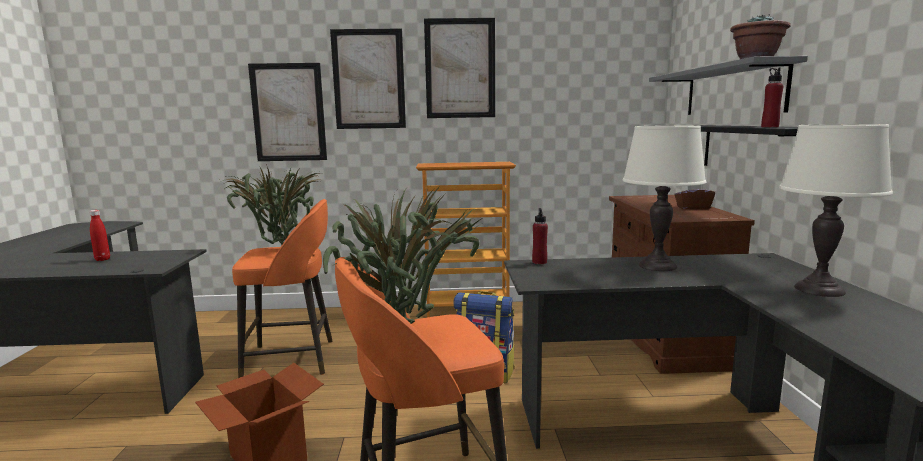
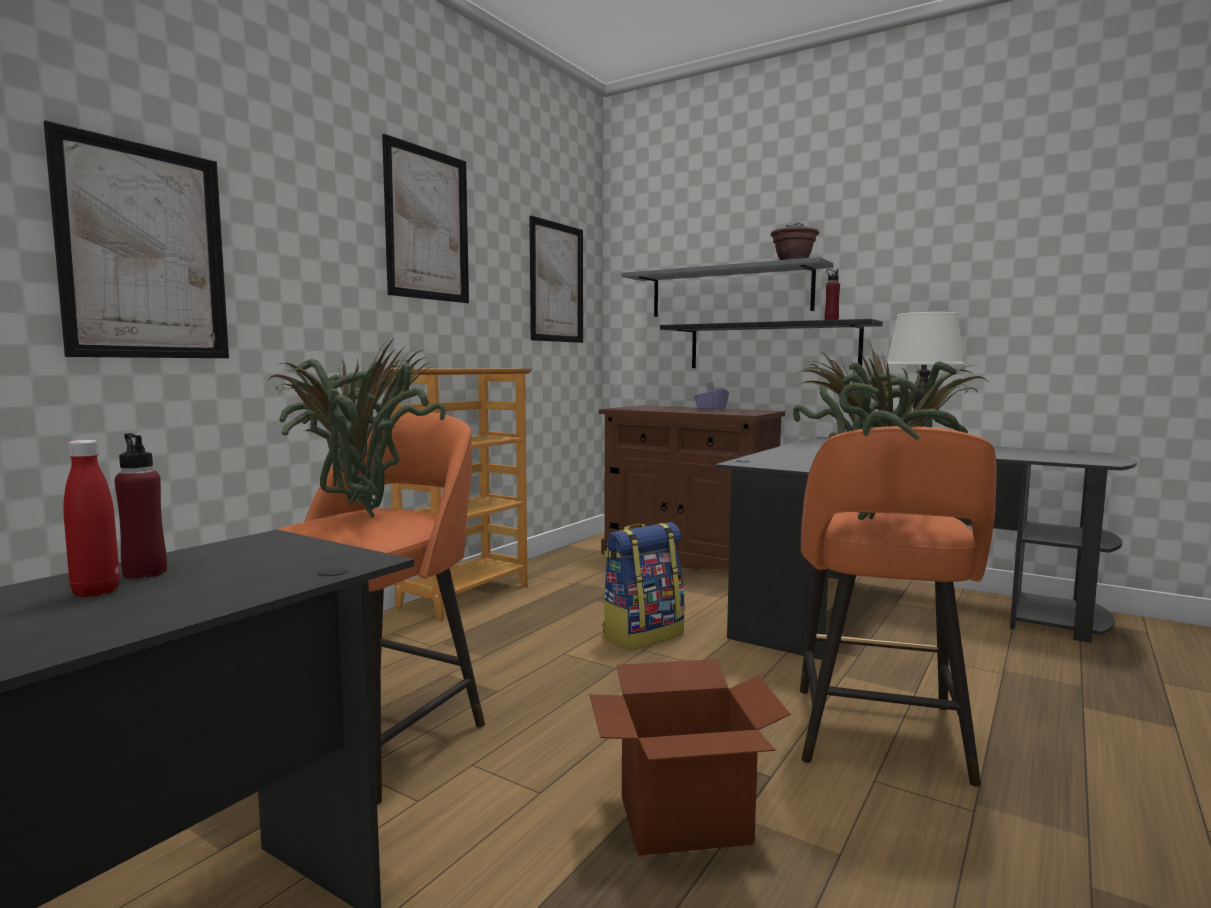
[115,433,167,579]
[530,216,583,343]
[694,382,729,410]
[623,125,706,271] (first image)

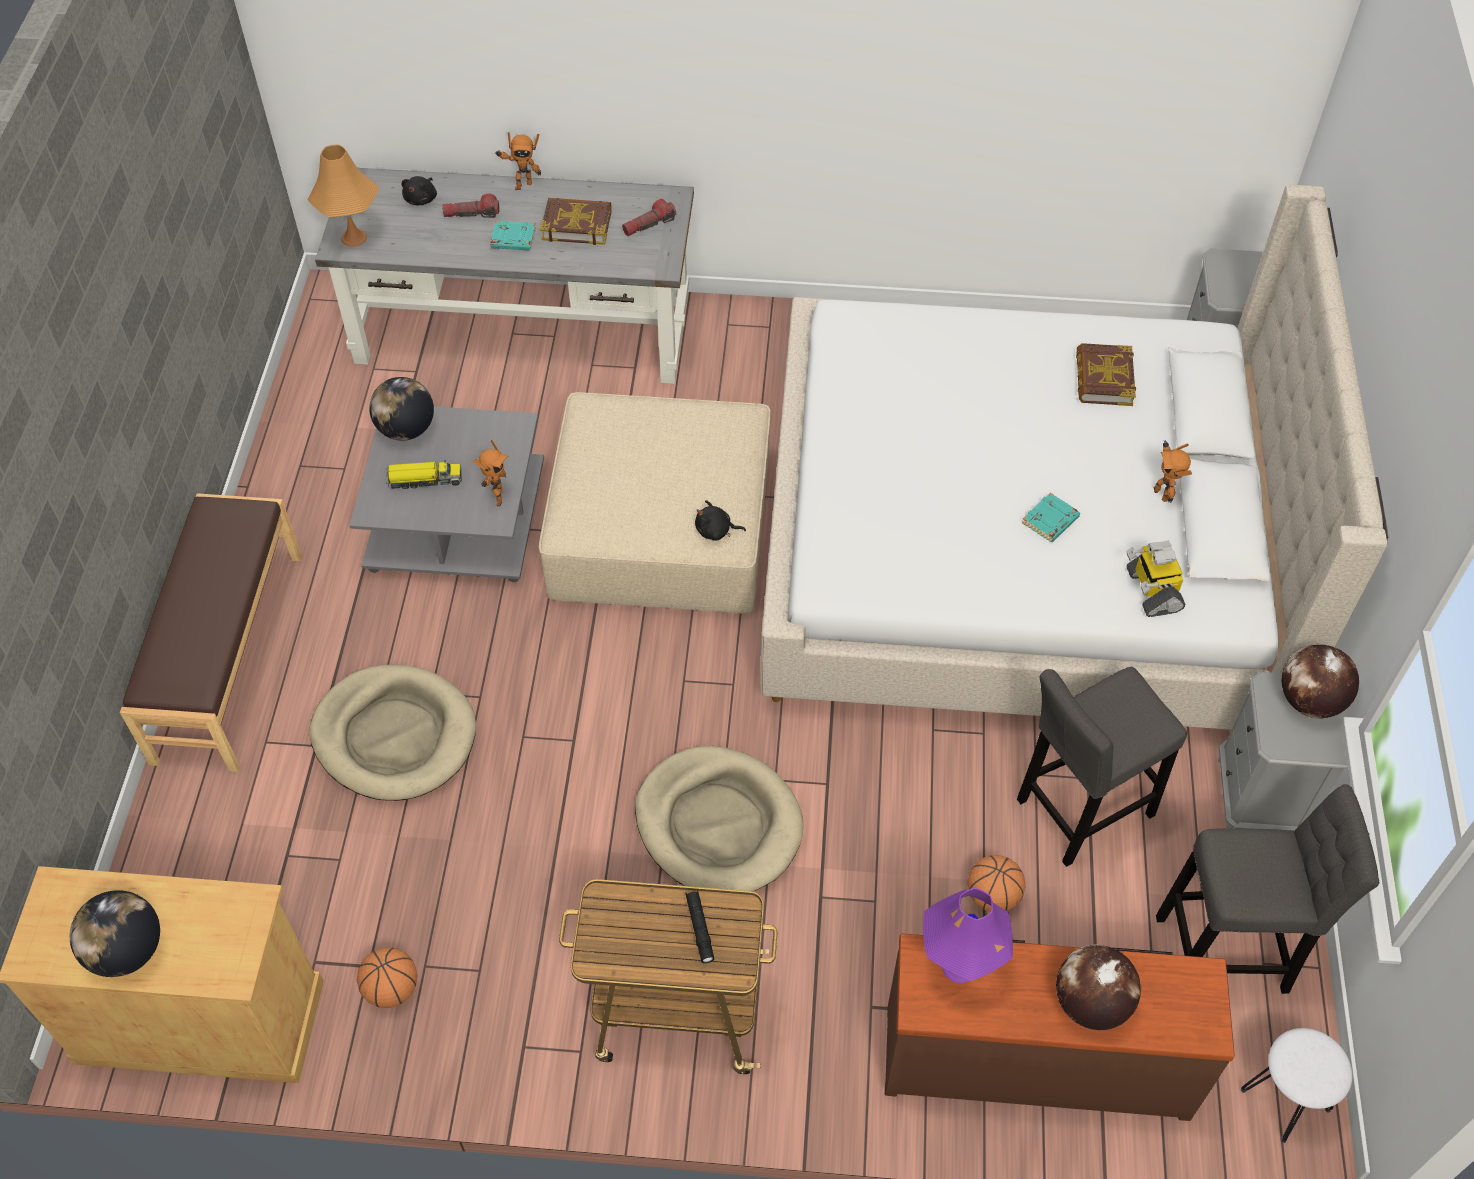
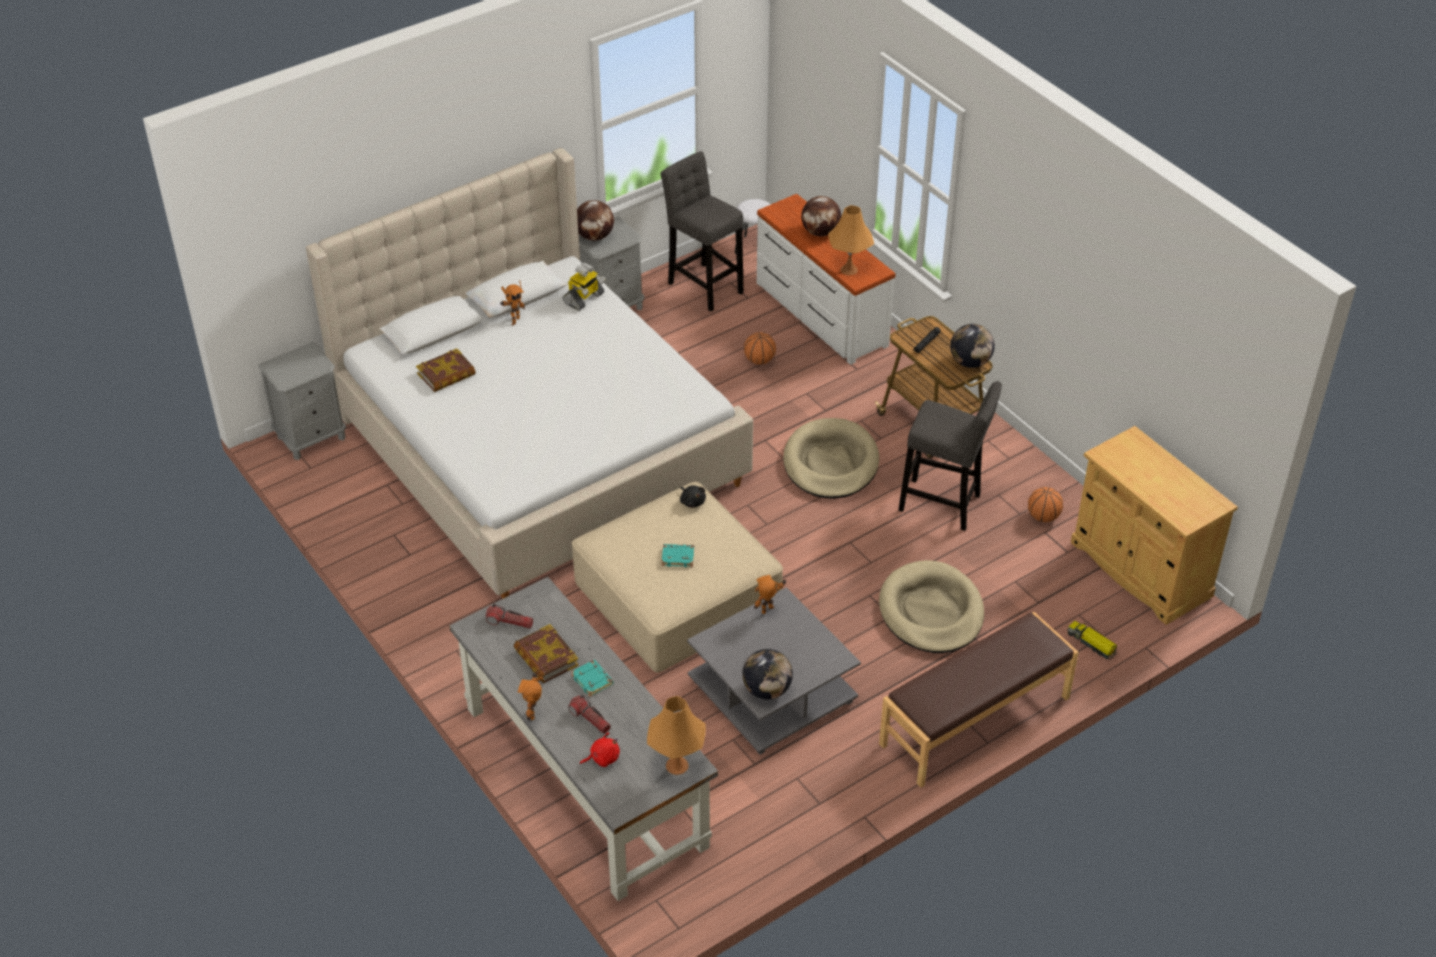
[518,672,544,721]
[580,733,620,767]
[661,544,694,567]
[757,194,896,365]
[828,205,874,275]
[898,381,1002,531]
[950,324,995,368]
[1067,621,1118,660]

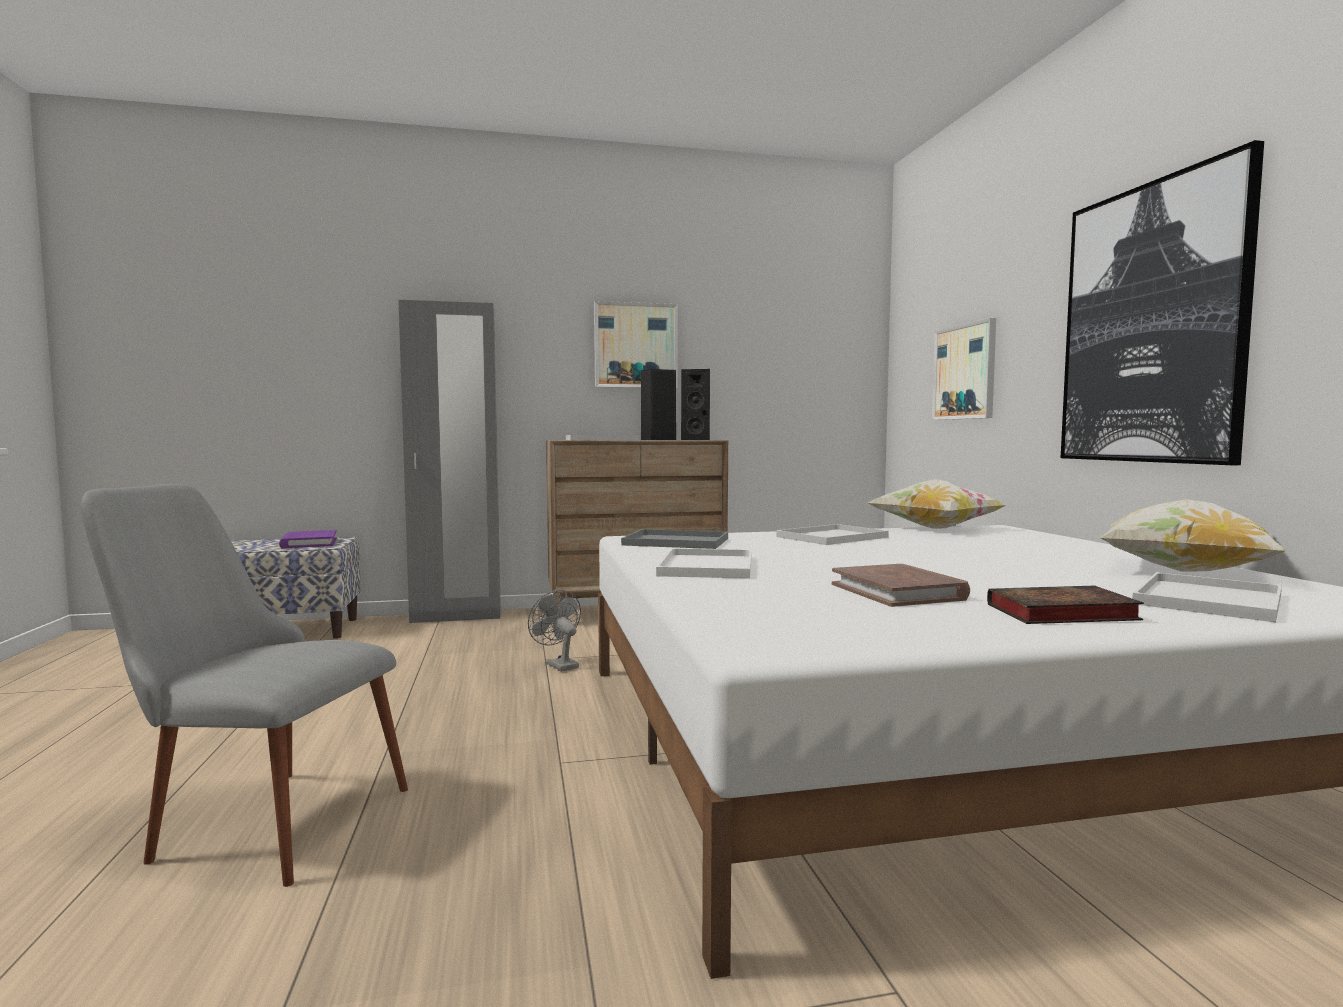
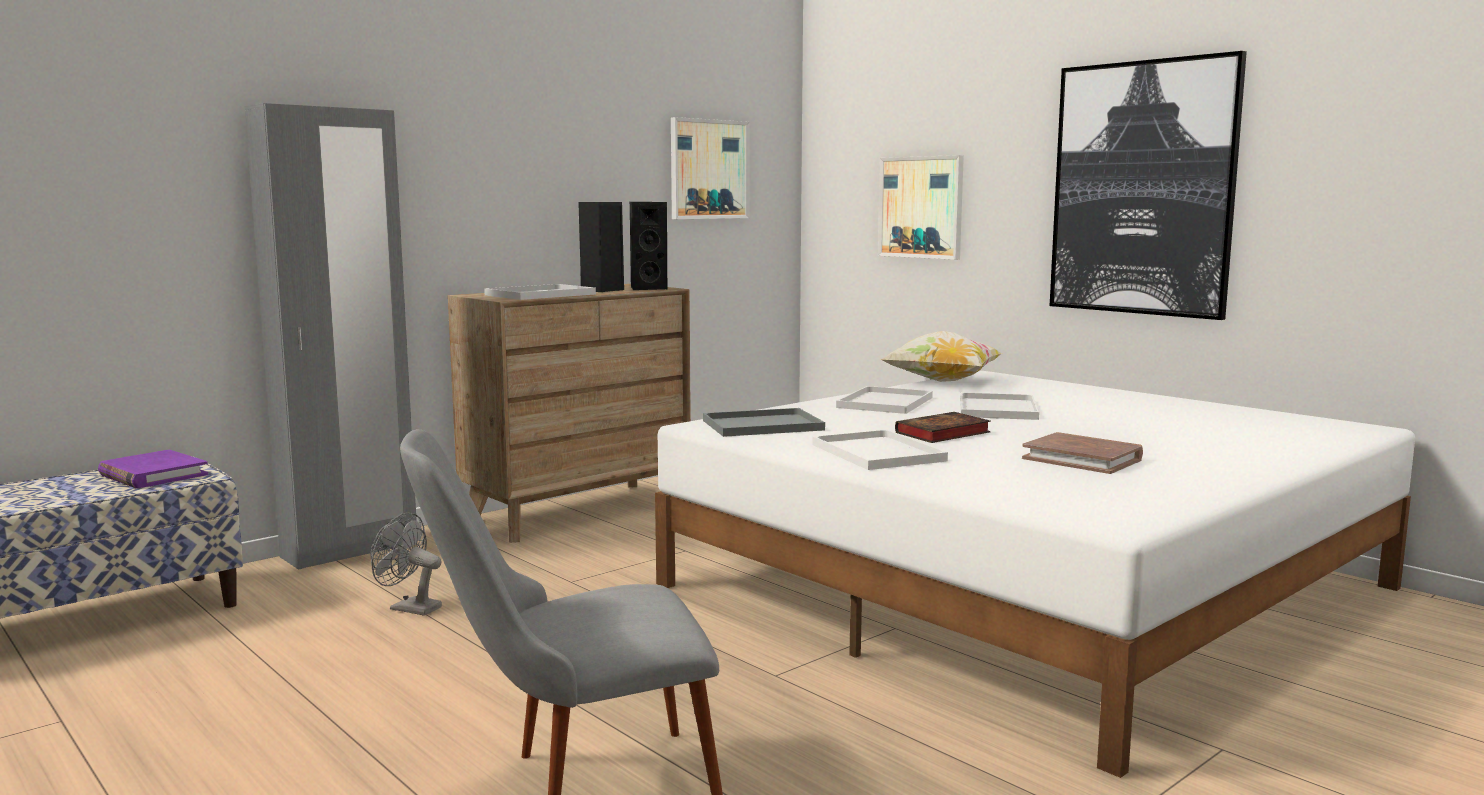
[370,512,442,616]
[671,117,750,219]
[895,412,991,443]
[961,392,1039,420]
[1098,499,1287,572] (first image)

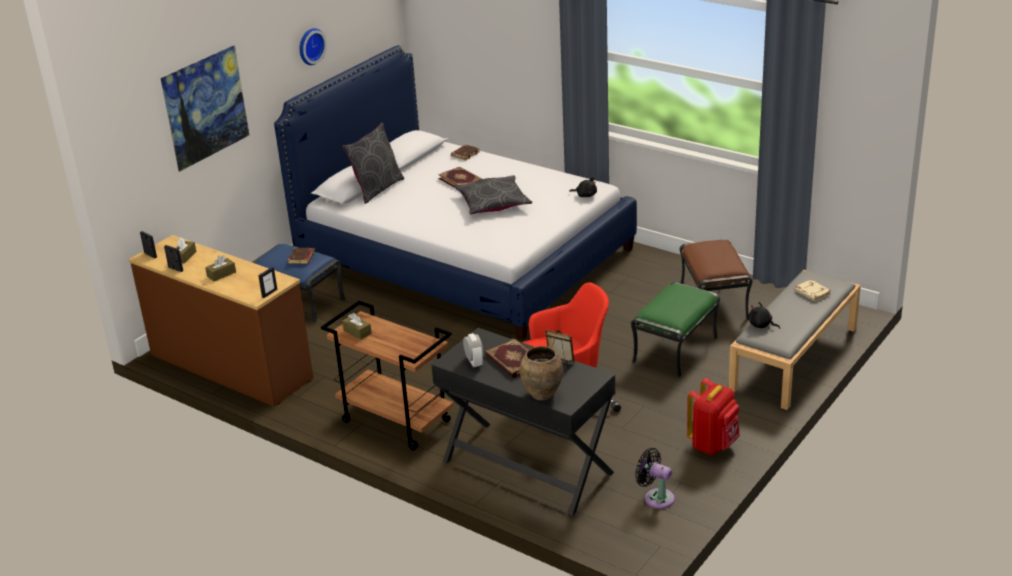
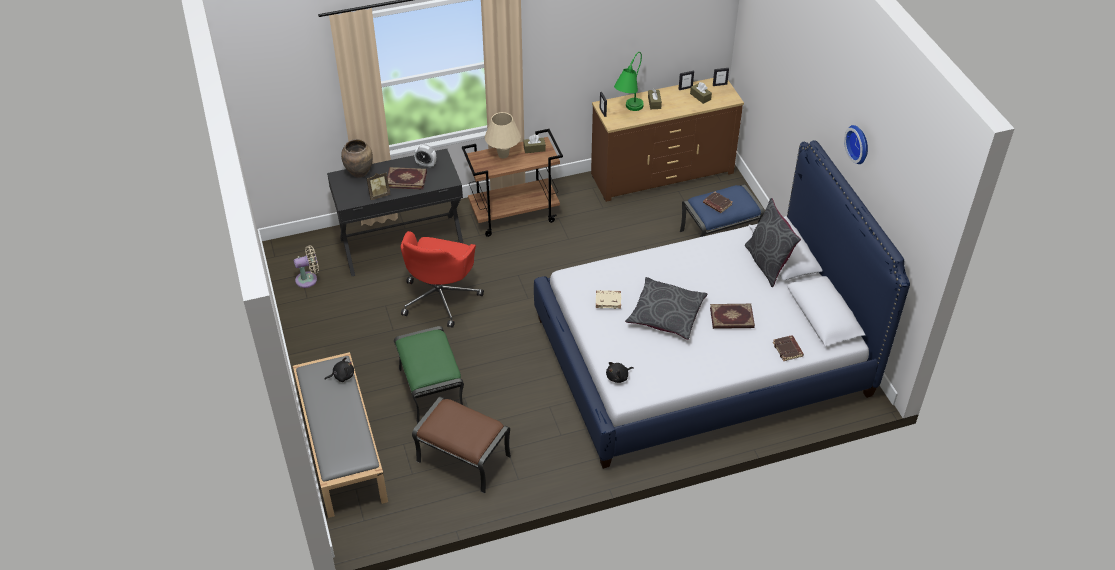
[294,246,319,288]
[485,112,521,158]
[596,290,621,309]
[614,52,644,111]
[160,45,249,172] (first image)
[687,378,740,455] (first image)

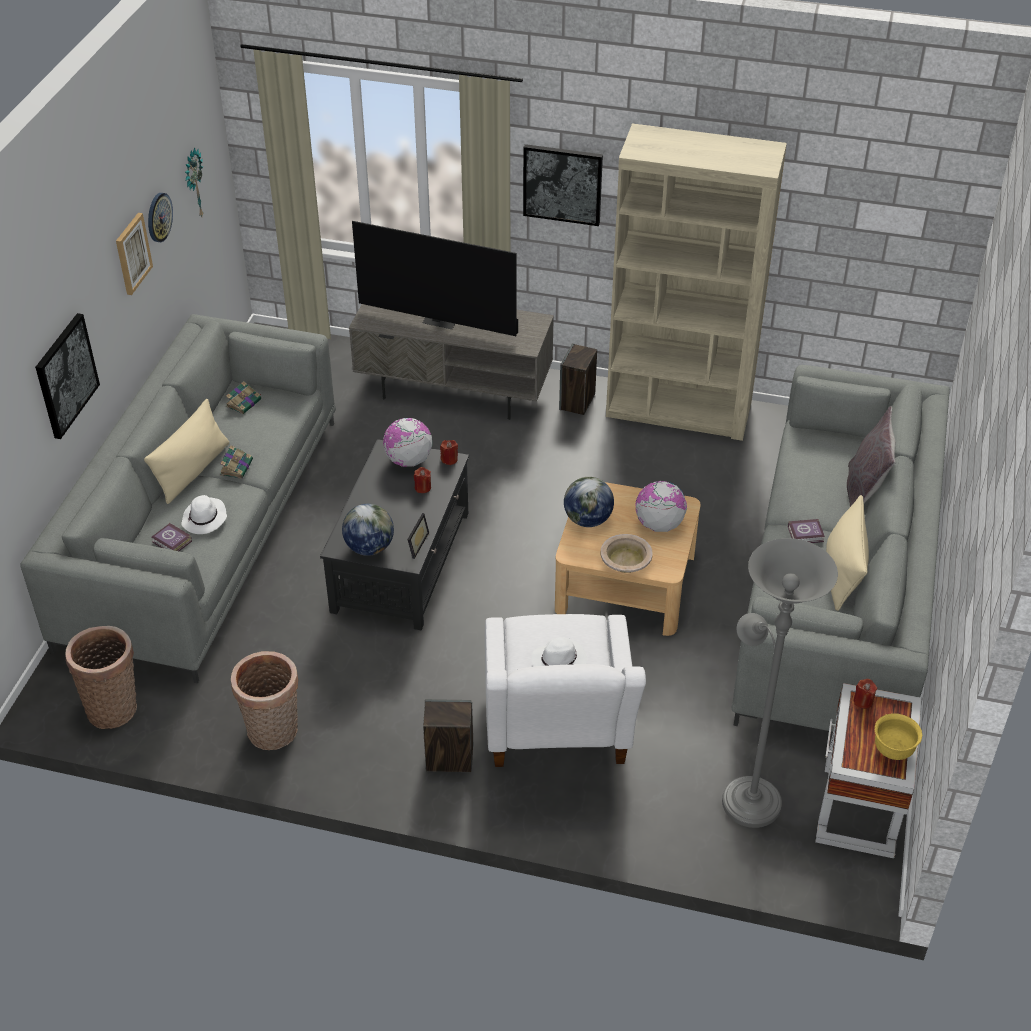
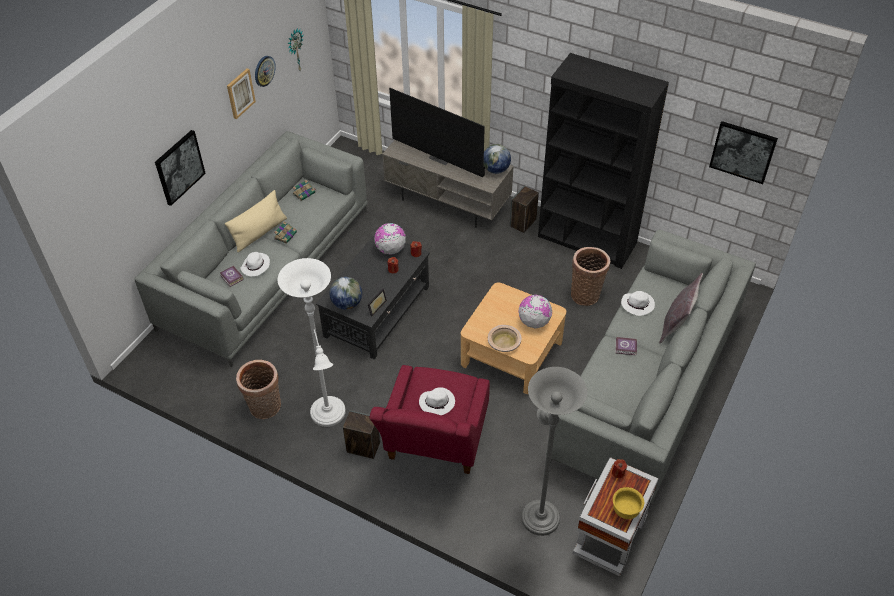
[277,258,346,427]
[369,365,490,474]
[484,144,511,174]
[538,53,669,269]
[571,247,610,306]
[621,291,655,316]
[709,121,778,184]
[826,495,869,611] (first image)

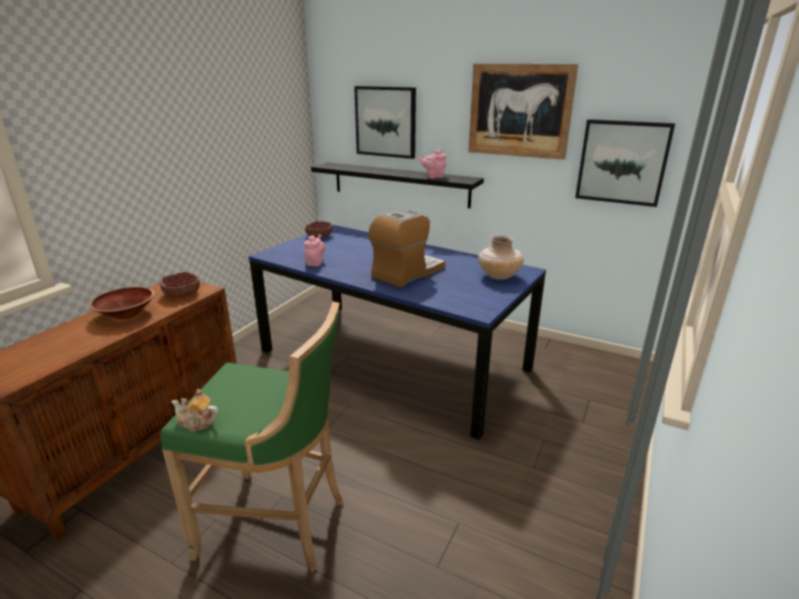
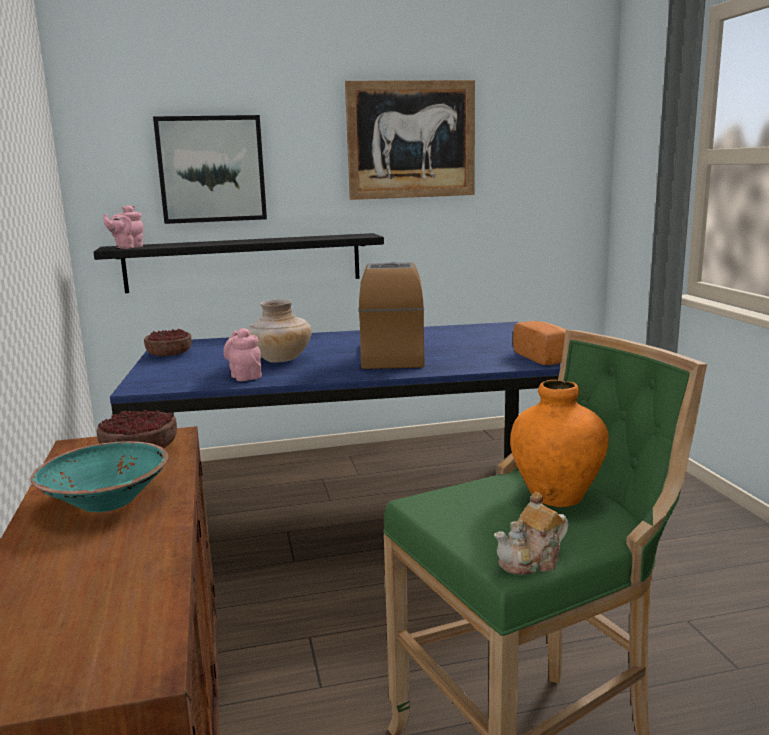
[31,441,169,512]
[103,205,144,249]
[247,299,312,363]
[510,380,609,507]
[513,321,567,365]
[575,119,675,207] (first image)

